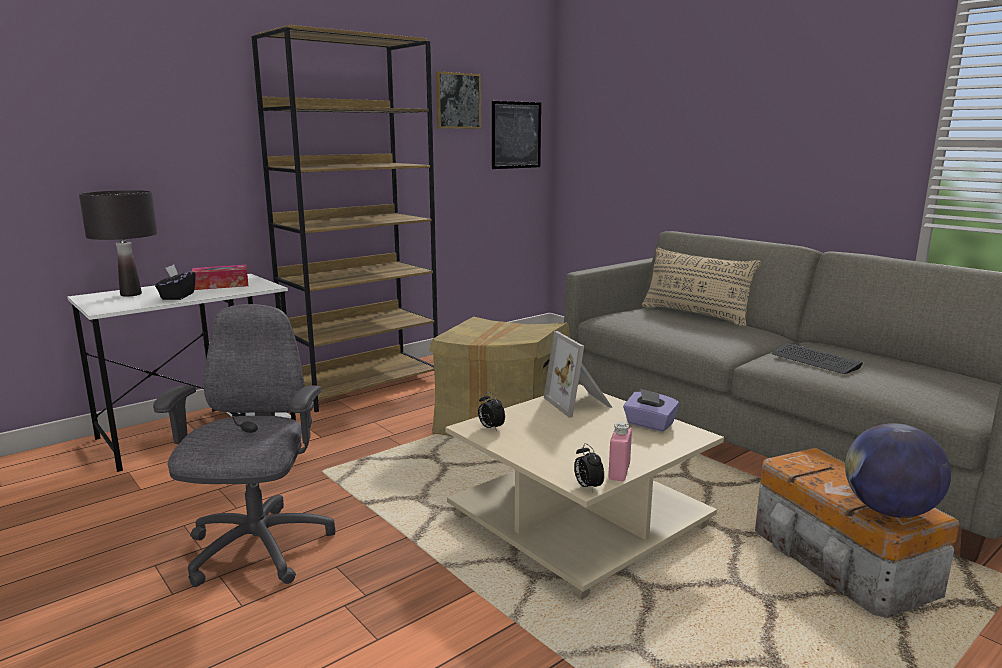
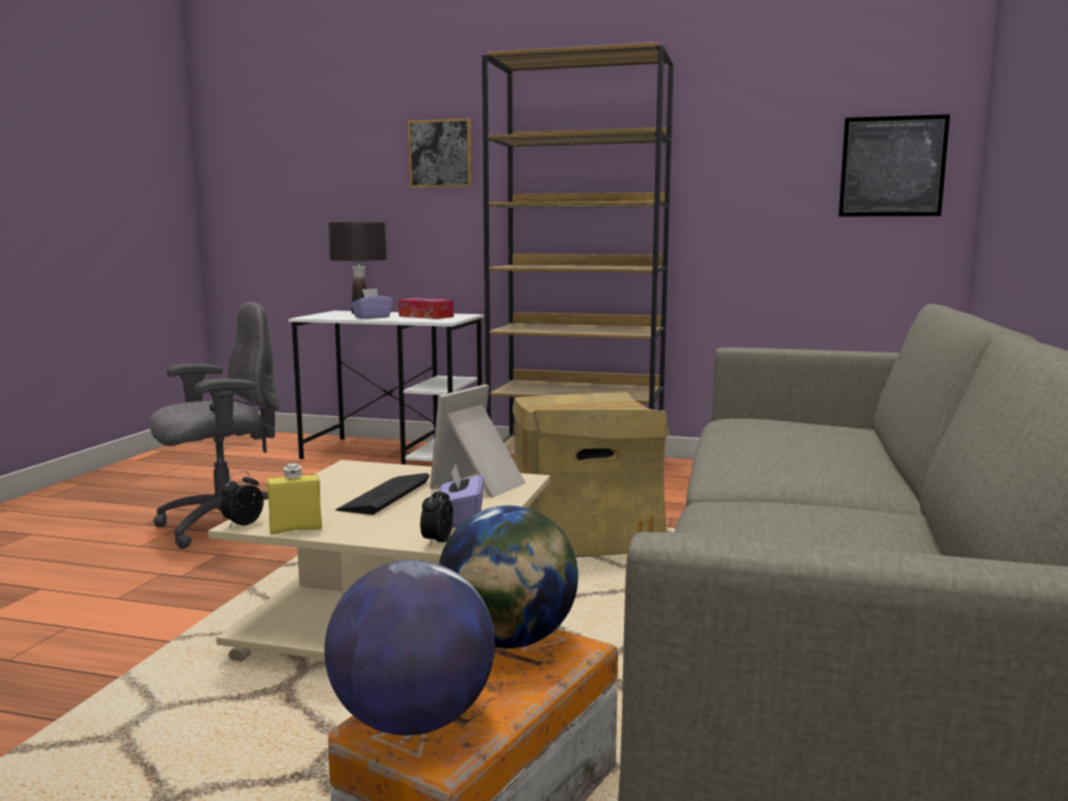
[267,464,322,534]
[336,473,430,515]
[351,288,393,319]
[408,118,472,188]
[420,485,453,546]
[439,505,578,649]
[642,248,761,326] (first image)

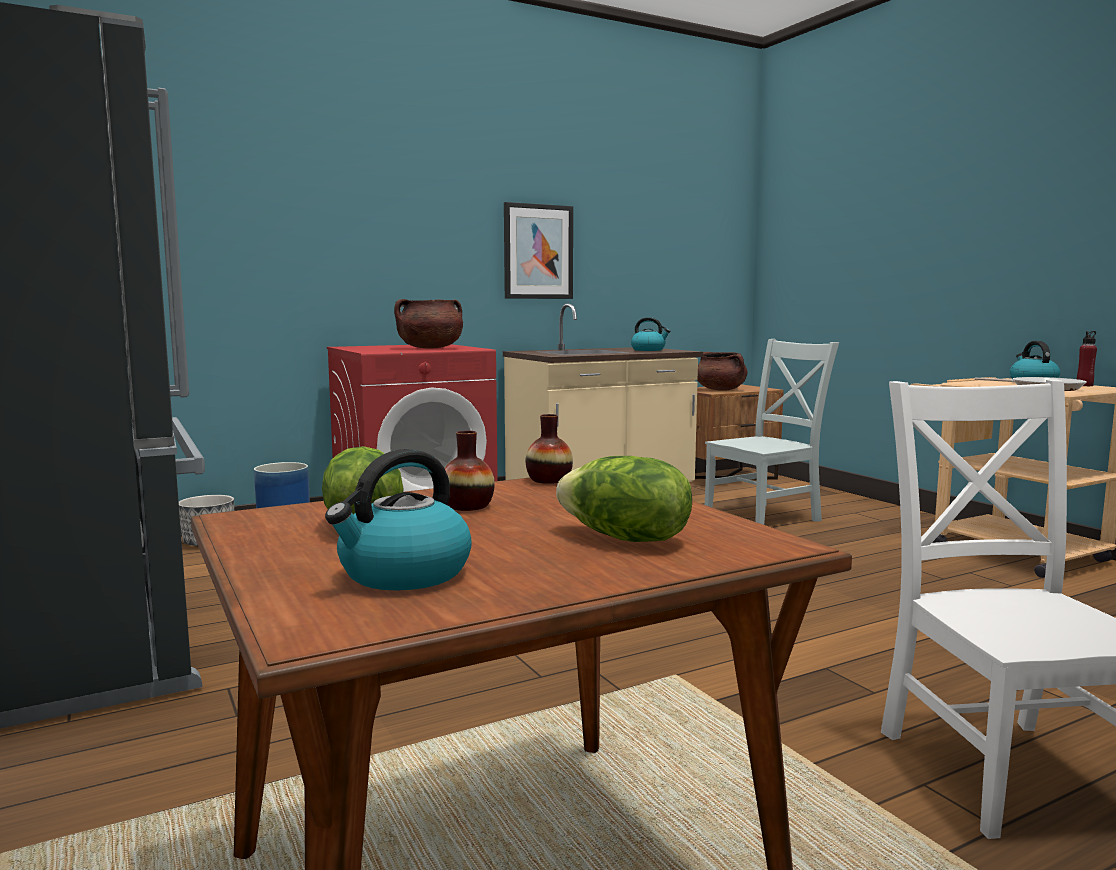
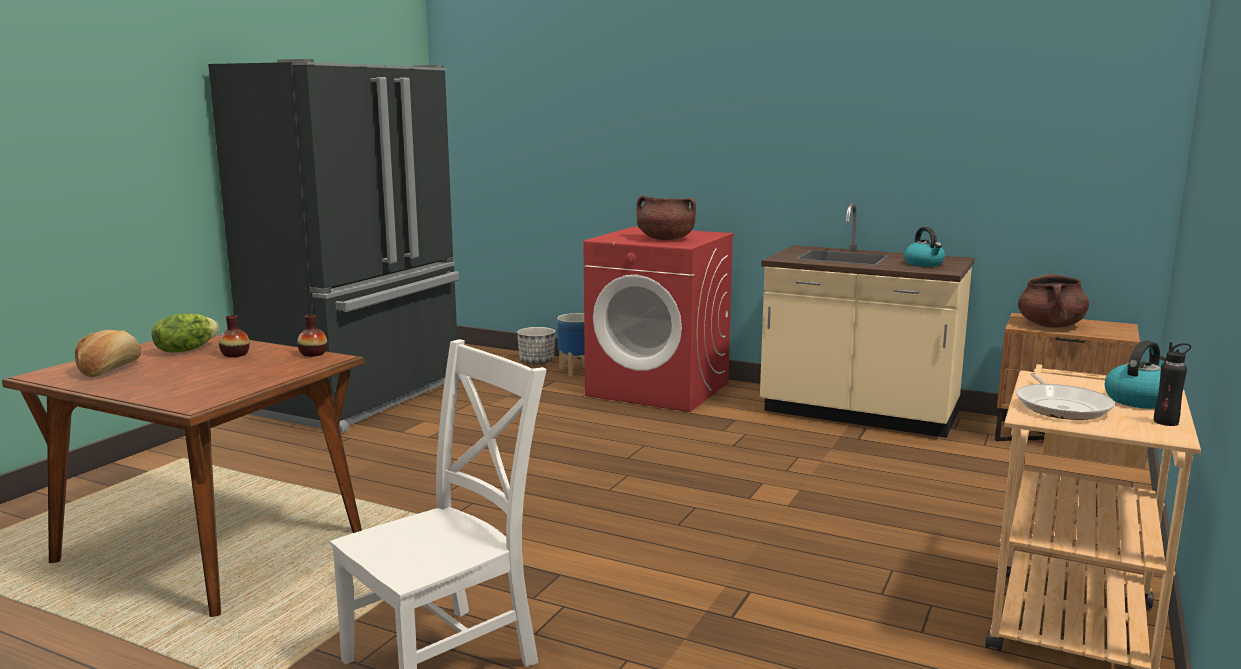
[75,330,141,377]
[1154,342,1191,426]
[504,202,573,299] (first image)
[556,456,692,542] (first image)
[705,339,839,525] (first image)

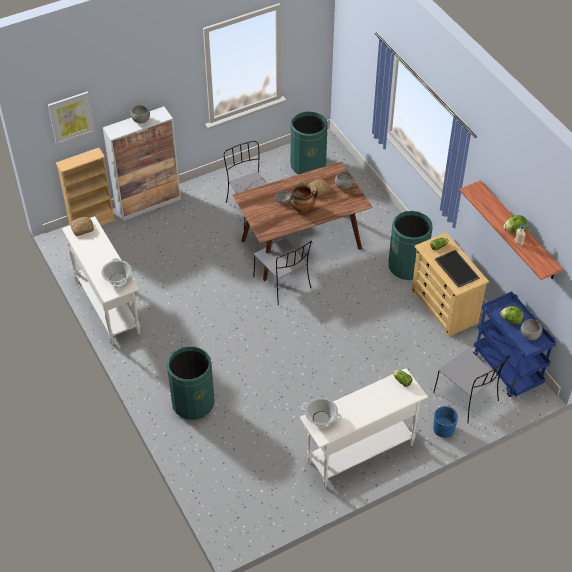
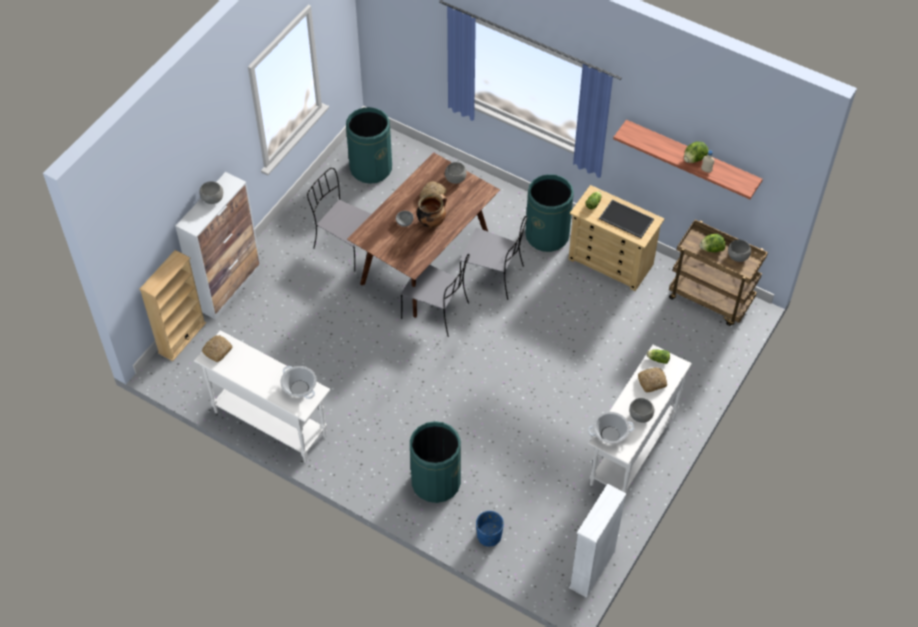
[460,216,527,300]
[476,511,504,547]
[569,484,627,598]
[629,398,654,423]
[638,367,667,392]
[669,220,768,326]
[48,91,95,145] (first image)

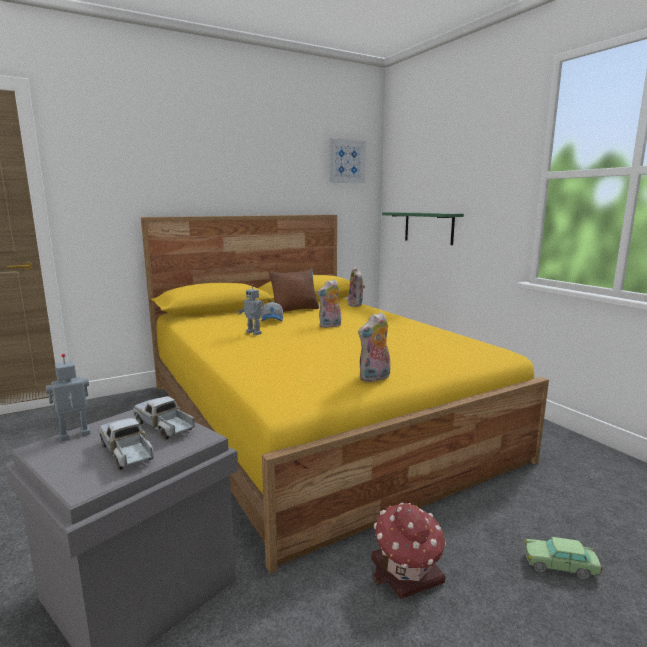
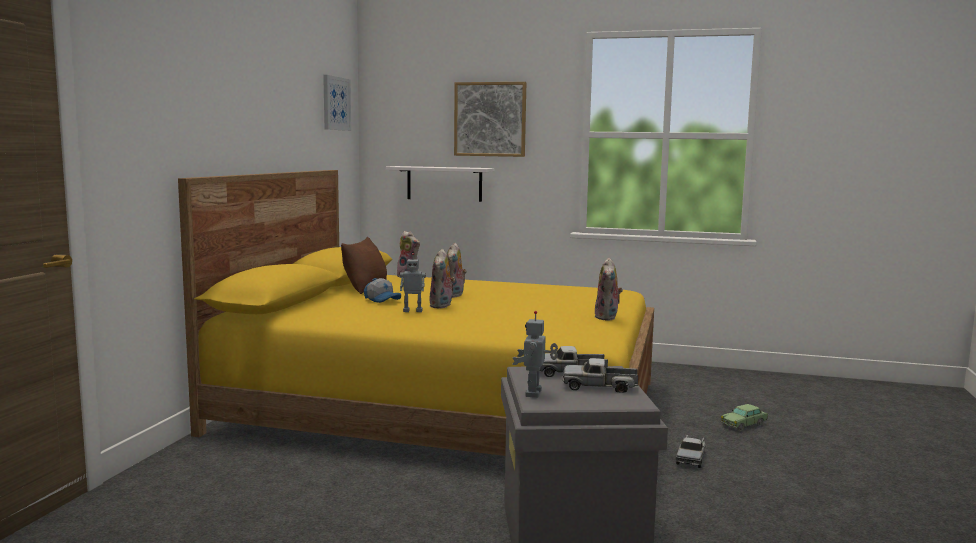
[386,166,494,202]
[430,249,455,309]
[454,82,526,157]
[676,435,705,468]

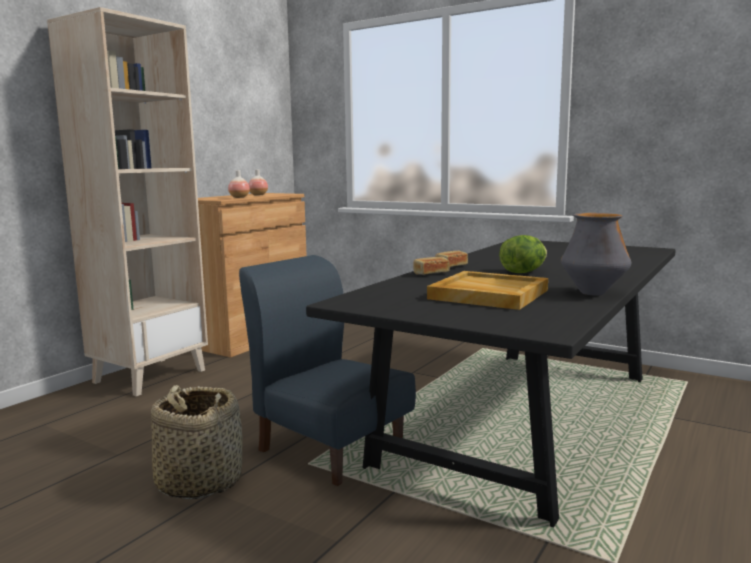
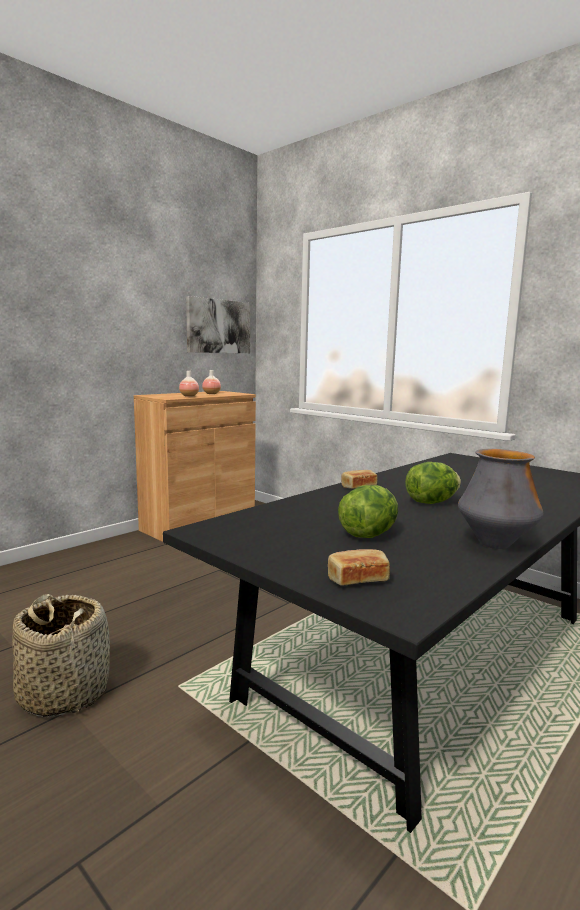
[186,296,250,353]
[328,549,390,586]
[338,485,398,538]
[47,7,208,396] (first image)
[239,255,416,486] (first image)

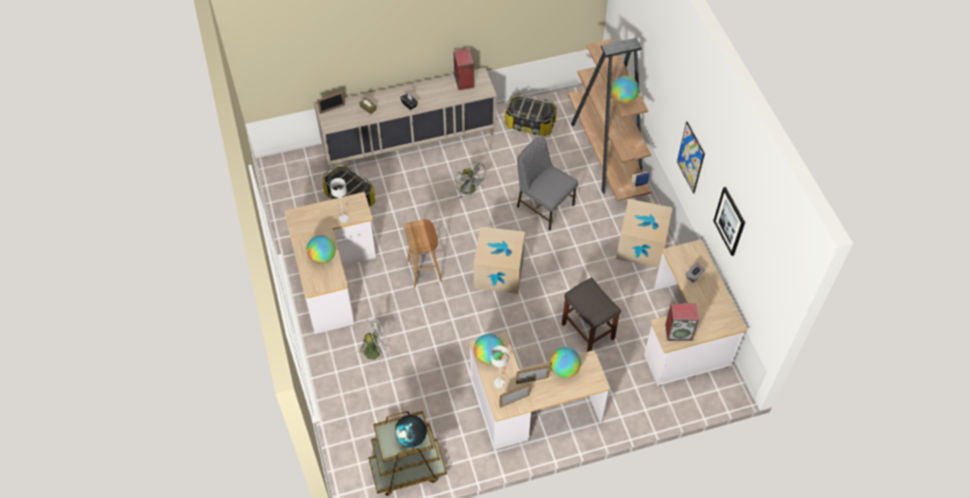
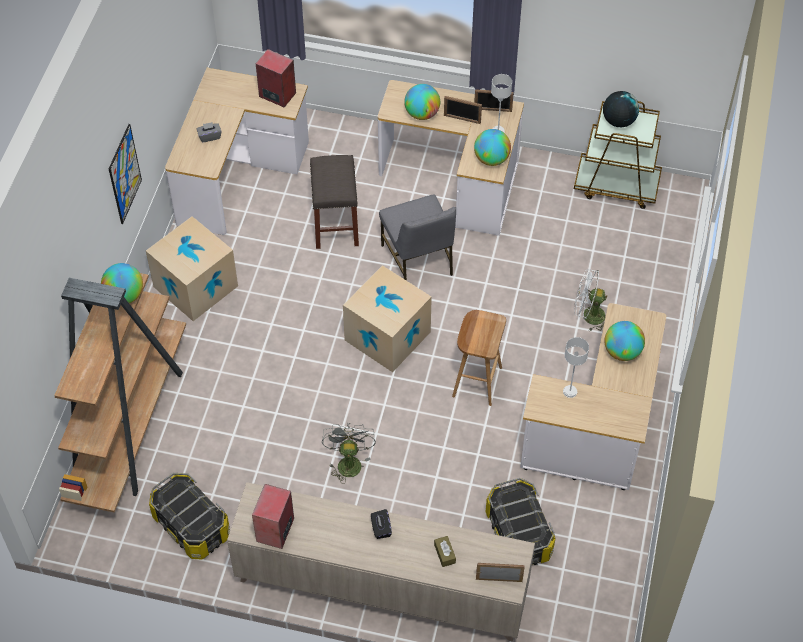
[379,194,456,281]
[713,187,745,256] (first image)

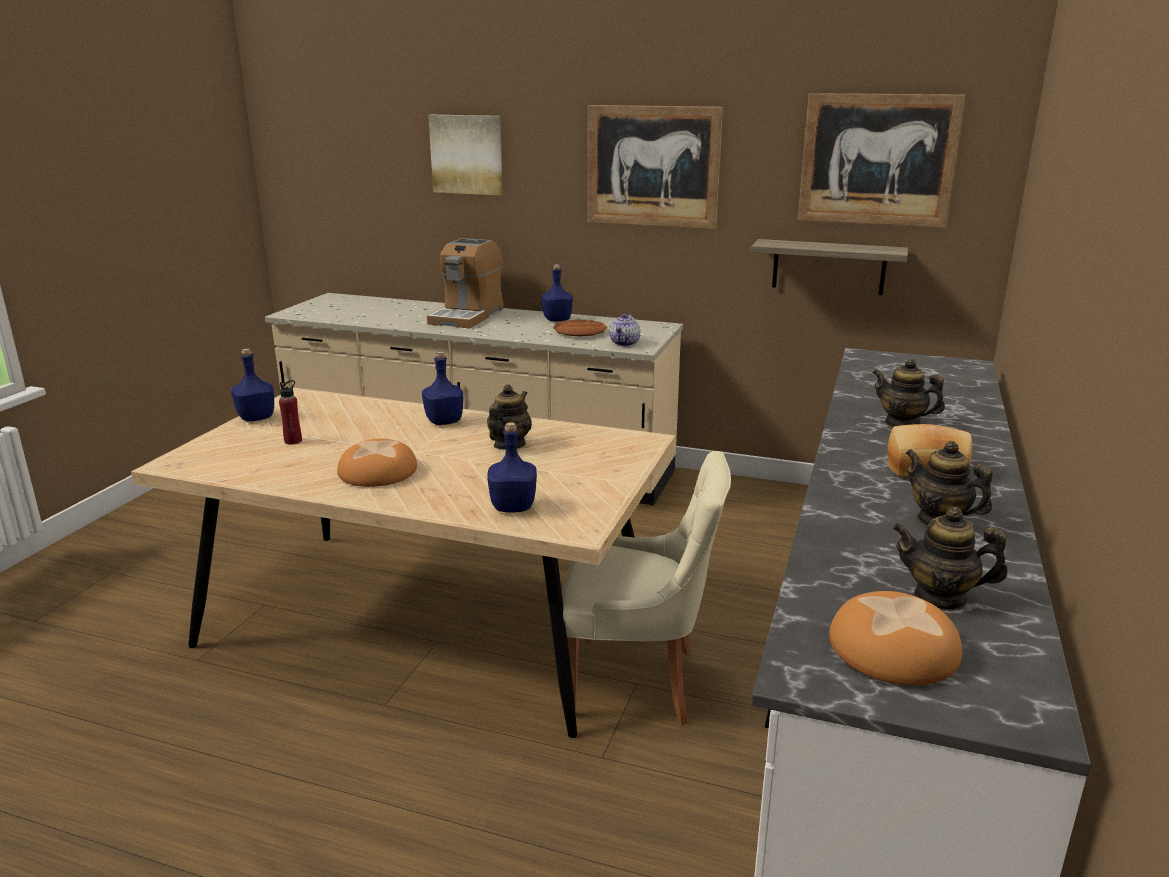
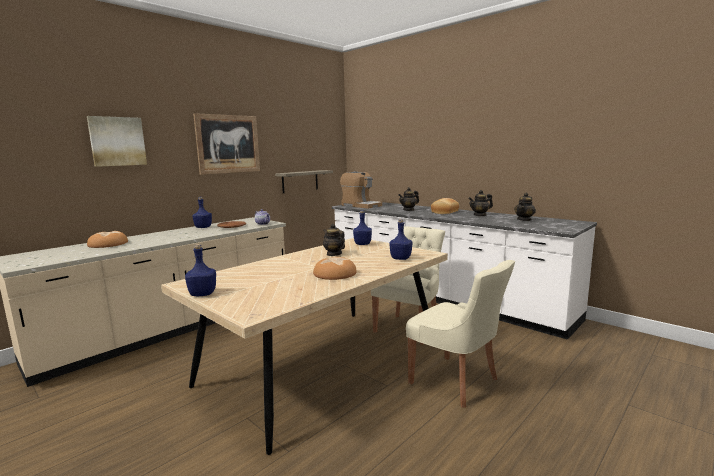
[87,231,128,248]
[340,171,382,209]
[353,210,372,245]
[406,260,515,408]
[279,380,302,445] (first image)
[798,93,966,228] (first image)

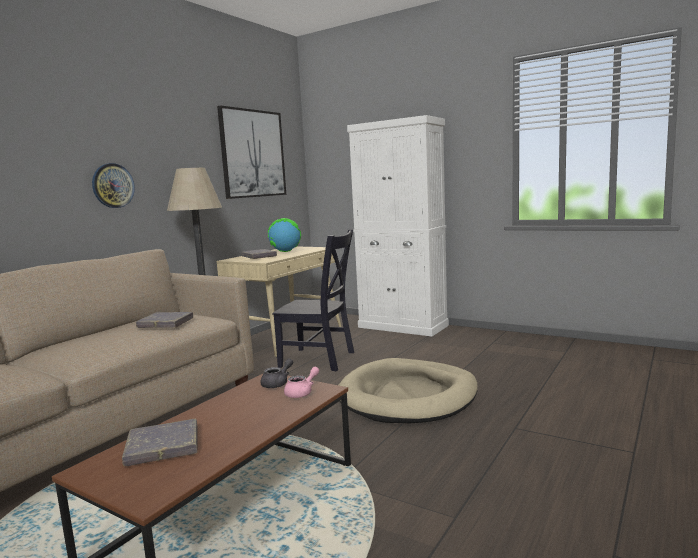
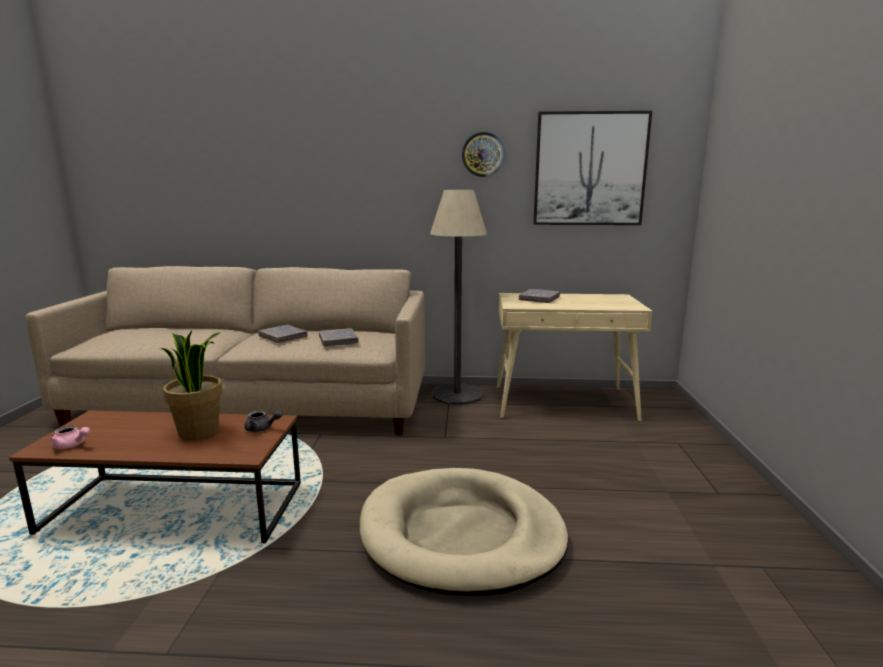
[49,425,90,449]
[160,331,223,440]
[258,325,308,343]
[462,132,505,177]
[268,218,301,252] (first image)
[272,229,354,371] (first image)
[347,115,449,336] (first image)

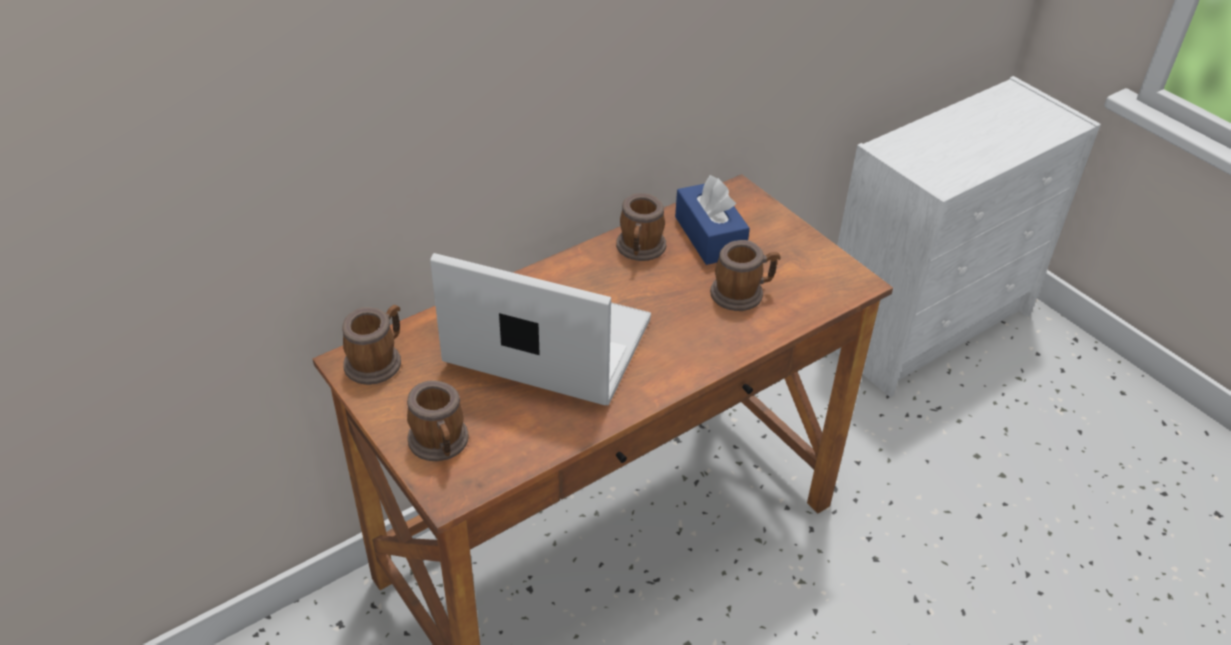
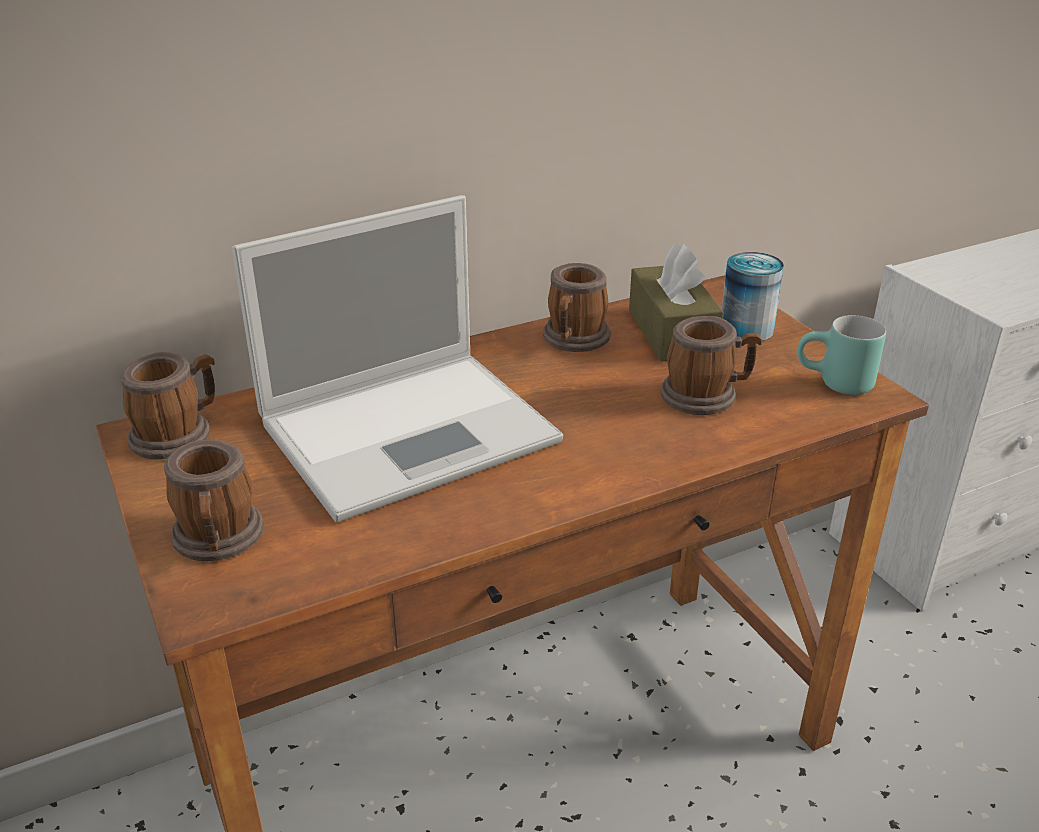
[232,195,563,523]
[629,244,724,362]
[721,252,784,341]
[798,315,886,395]

